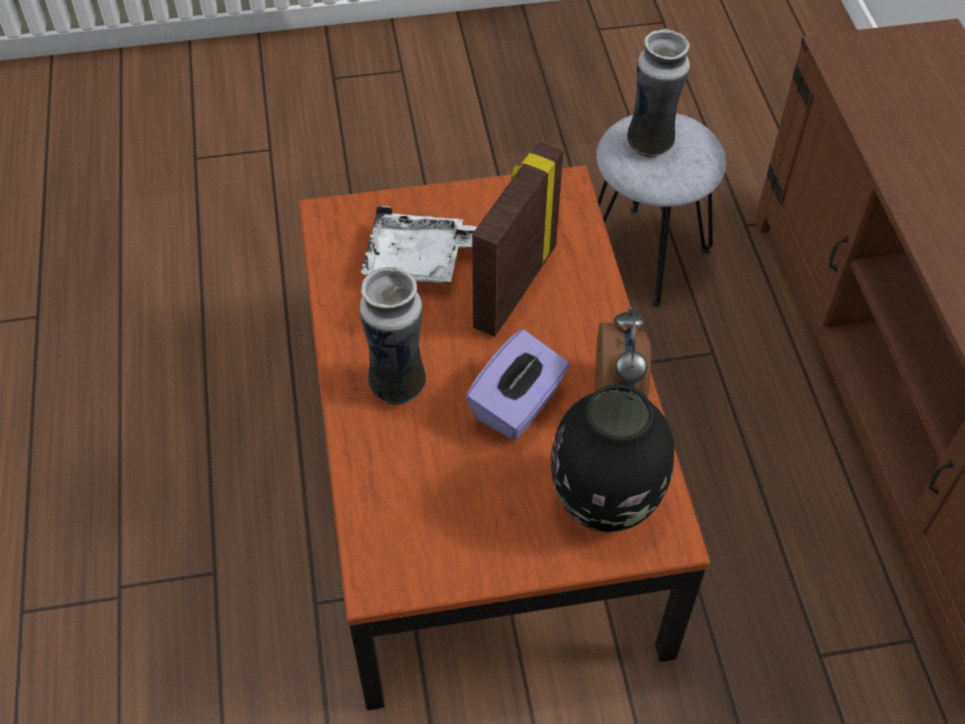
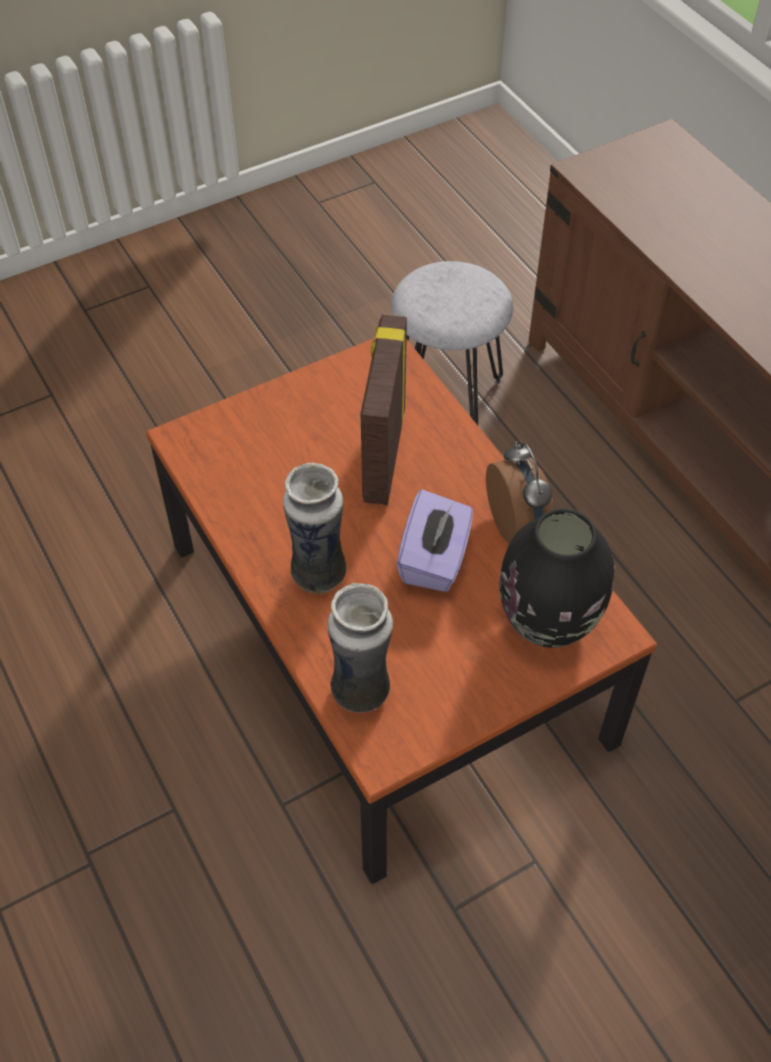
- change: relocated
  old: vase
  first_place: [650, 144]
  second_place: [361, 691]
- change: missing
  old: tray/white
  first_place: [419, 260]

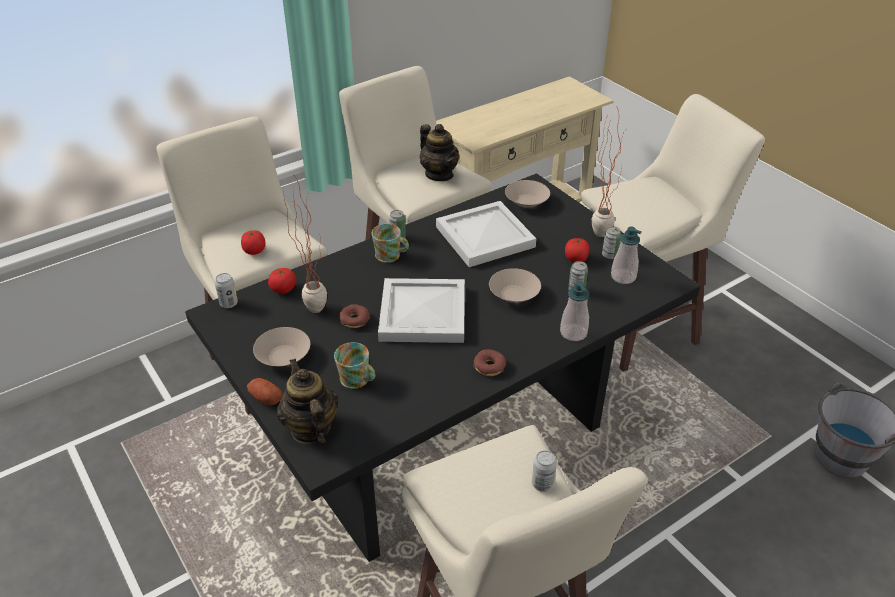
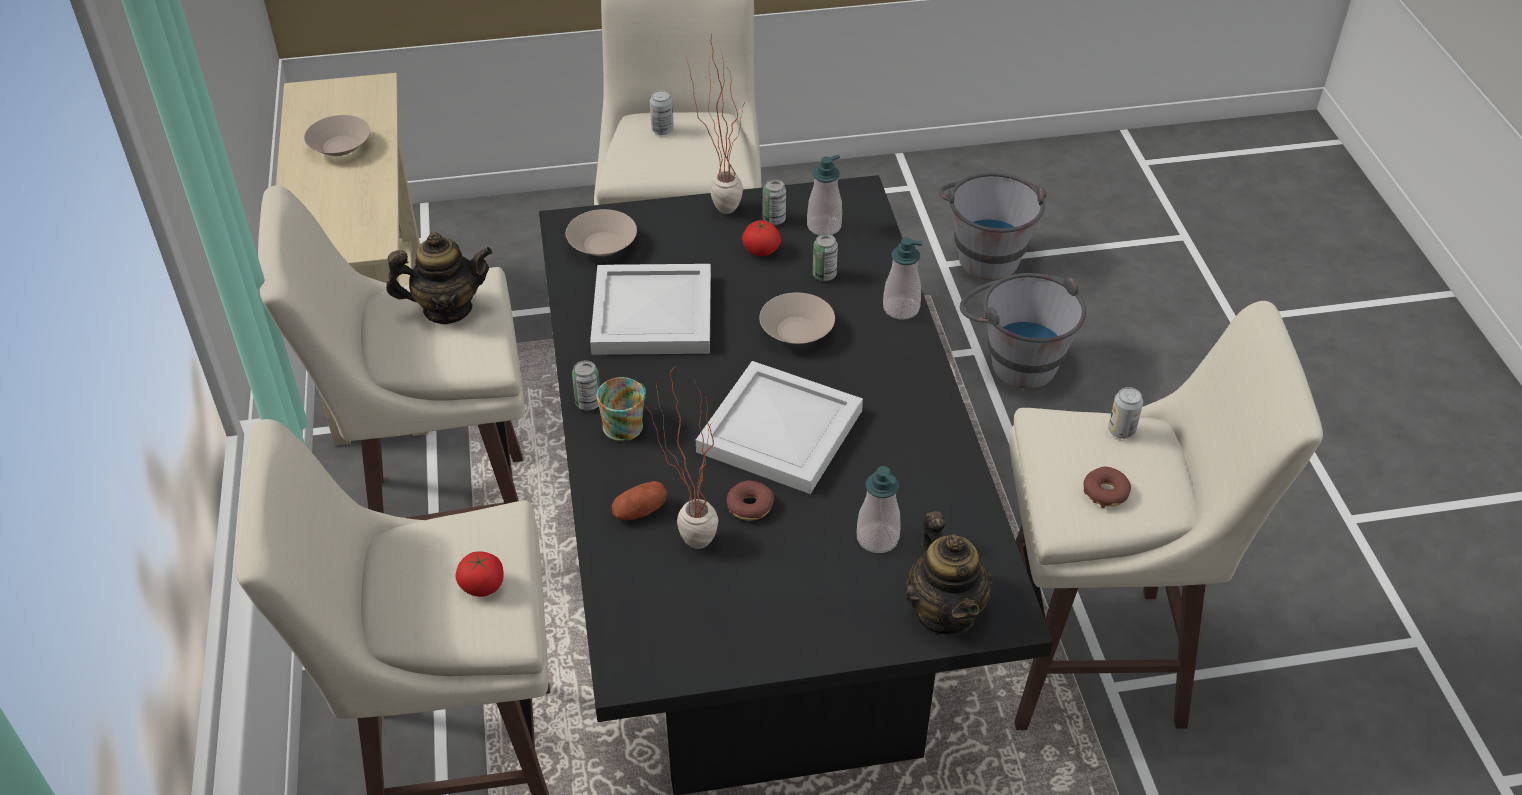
- change: relocated
  old: bowl/beige
  first_place: [283, 357]
  second_place: [340, 148]
- change: relocated
  old: potato
  first_place: [265, 398]
  second_place: [639, 511]
- change: relocated
  old: can
  first_place: [229, 303]
  second_place: [662, 130]
- change: exchanged
  old: mug
  new: soap dispenser
  first_place: [357, 380]
  second_place: [877, 538]
- change: spun
  old: teapot
  first_place: [310, 429]
  second_place: [945, 612]
  degrees: -105
- change: appeared
  new: bucket/grey
  second_place: [1014, 358]
- change: relocated
  old: donut
  first_place: [489, 367]
  second_place: [1105, 492]
- change: missing
  old: tomato
  first_place: [283, 289]

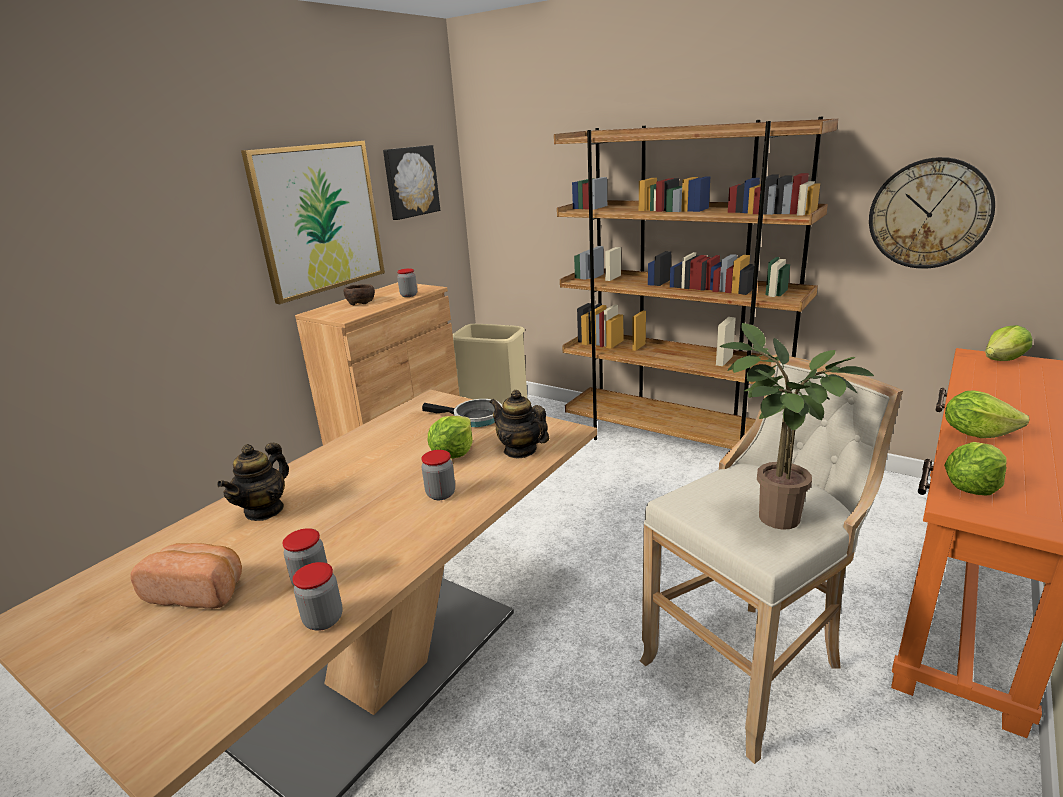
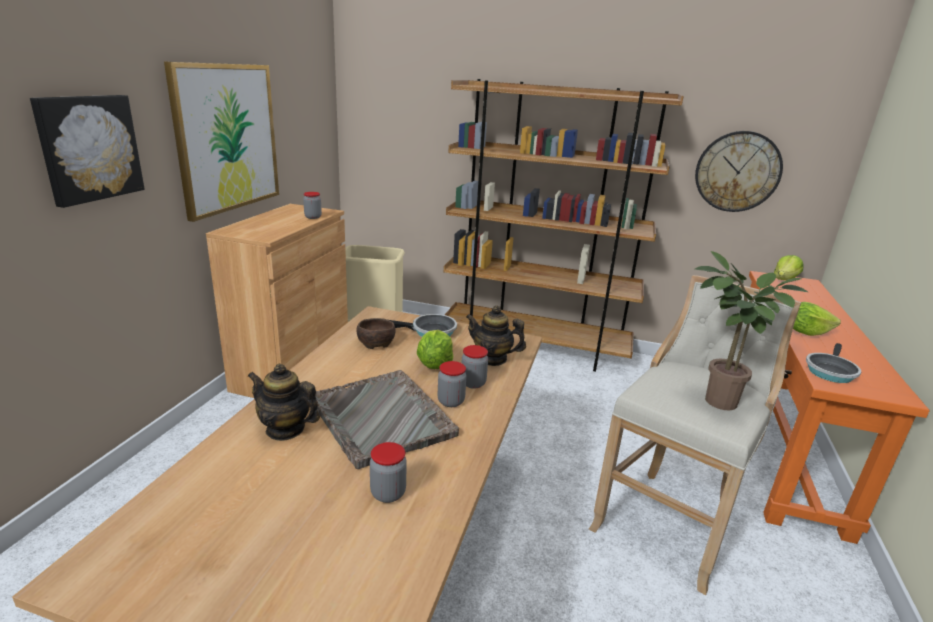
- change: relocated
  old: picture
  first_place: [410, 182]
  second_place: [89, 148]
- change: spun
  old: teapot
  first_place: [264, 510]
  second_place: [285, 429]
  degrees: 105
- change: appeared
  new: tray/grey
  second_place: [381, 418]
- change: relocated
  old: bowl/brown
  first_place: [360, 302]
  second_place: [375, 342]
- change: relocated
  old: jar
  first_place: [323, 619]
  second_place: [473, 383]
- change: exchanged
  old: lettuce
  new: frying pan
  first_place: [972, 488]
  second_place: [829, 371]
- change: missing
  old: bread
  first_place: [199, 591]

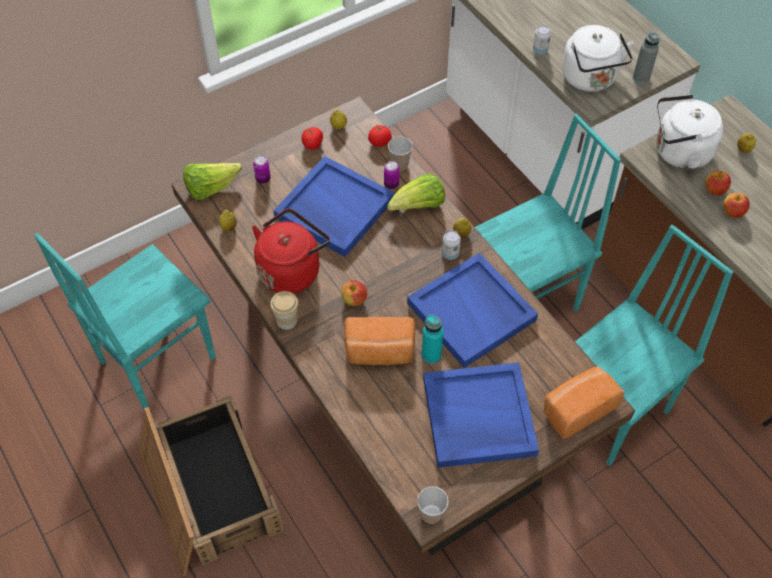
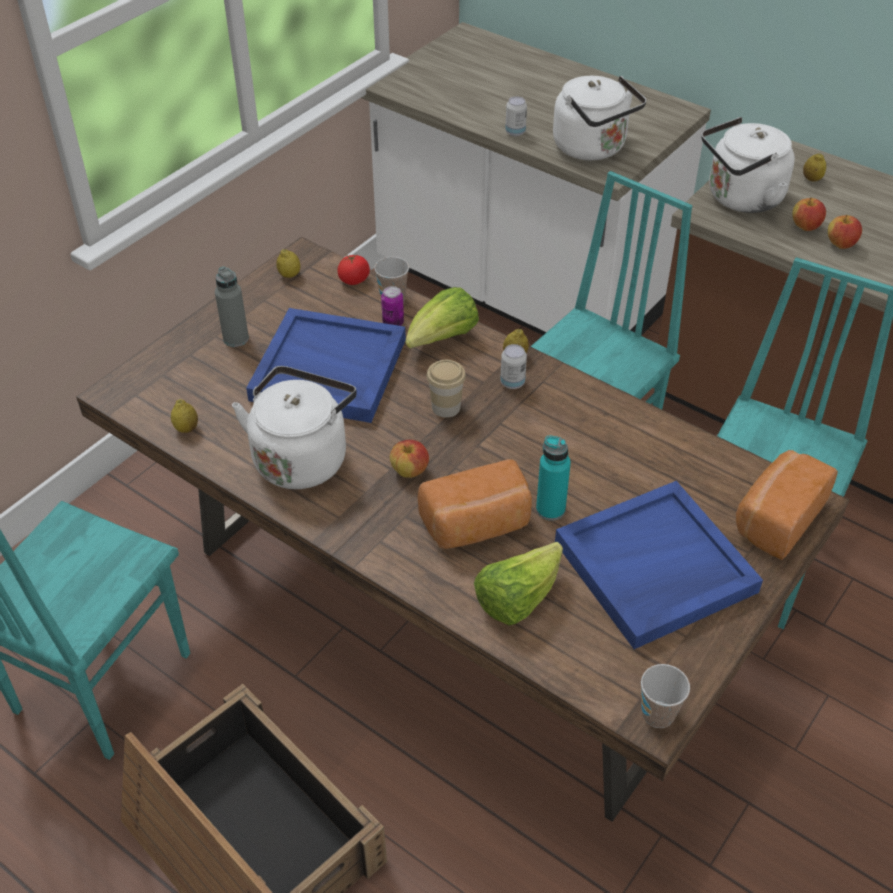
- change: relocated
  old: bottle/grey
  first_place: [641, 77]
  second_place: [236, 338]
- change: colour
  old: kettle/red
  new: kettle/white
  first_place: [291, 269]
  second_place: [302, 457]
- change: relocated
  old: cup
  first_place: [286, 321]
  second_place: [446, 407]
- change: relocated
  old: lettuce
  first_place: [211, 188]
  second_place: [517, 599]
- change: missing
  old: can
  first_place: [263, 179]
- change: missing
  old: tomato
  first_place: [313, 144]
- change: missing
  old: tray/blue
  first_place: [472, 312]

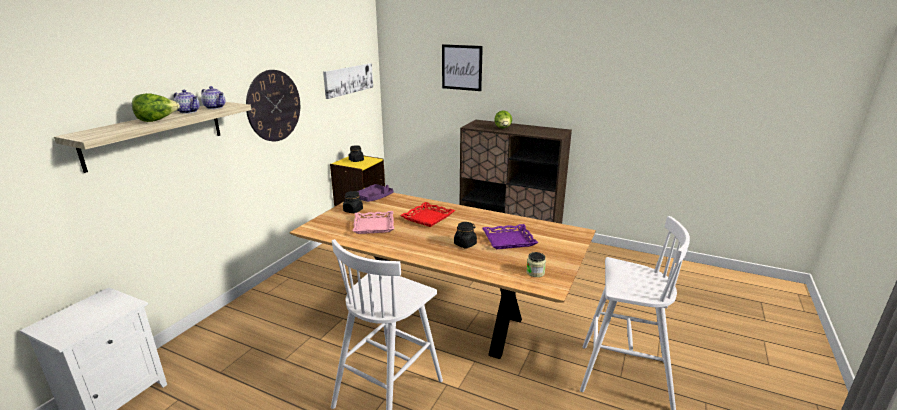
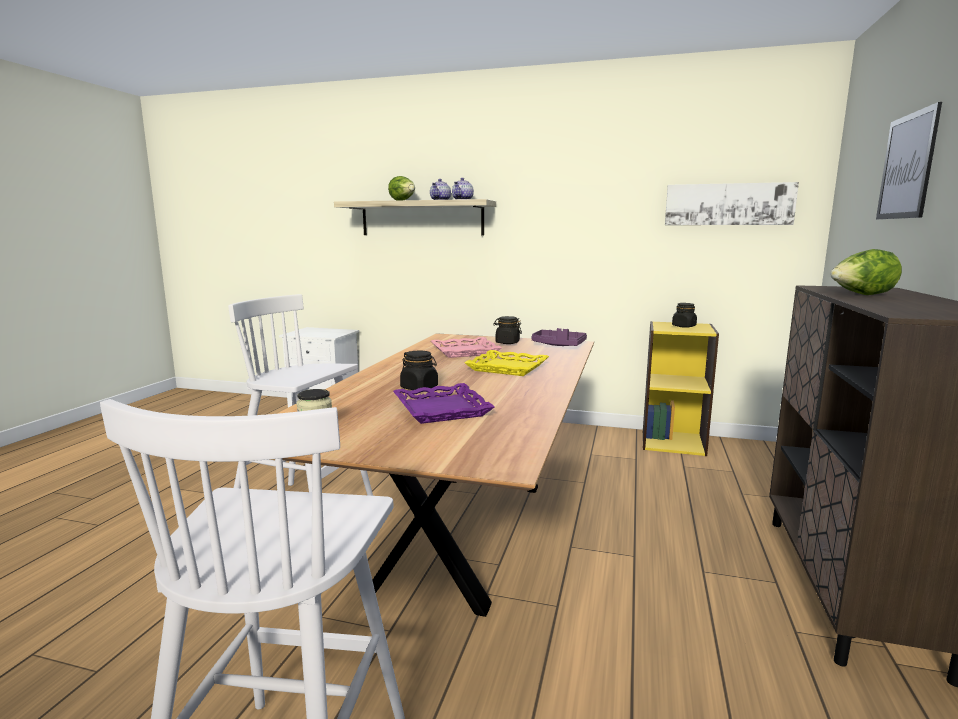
- change: colour
  old: tray/red
  new: tray/yellow
  first_place: [428, 218]
  second_place: [507, 368]
- change: missing
  old: wall clock
  first_place: [274, 106]

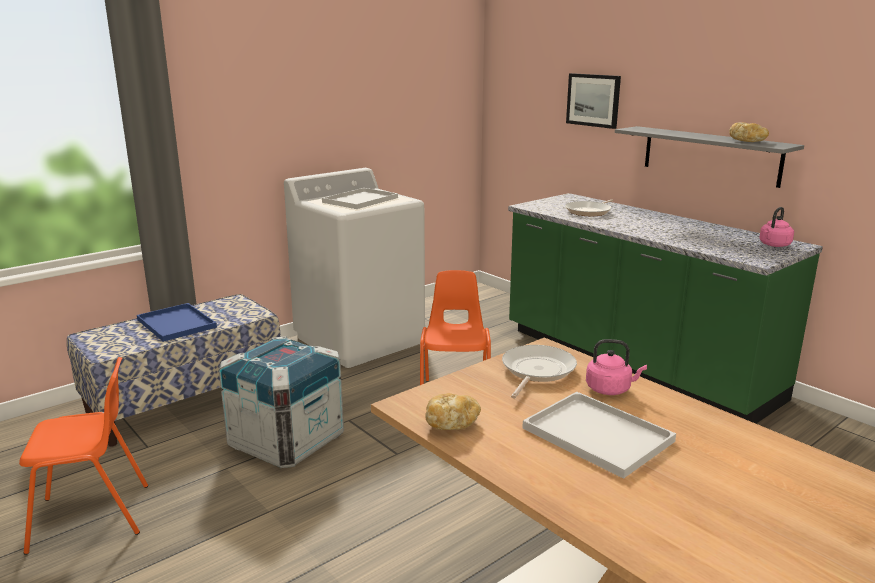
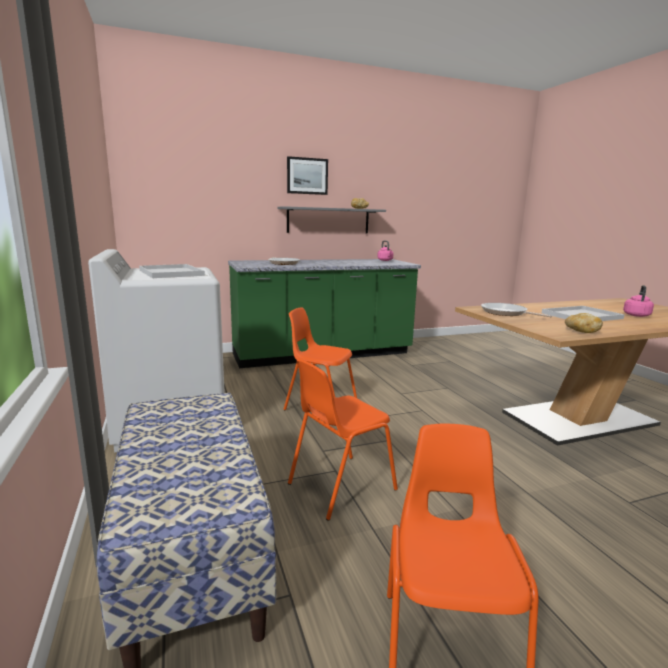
- change: relocated
  old: picture
  first_place: [593, 100]
  second_place: [307, 176]
- change: exchanged
  old: crate
  new: chair/orange
  first_place: [287, 441]
  second_place: [340, 486]
- change: relocated
  old: kettle/pink
  first_place: [610, 389]
  second_place: [636, 315]
- change: missing
  old: tray/blue
  first_place: [178, 324]

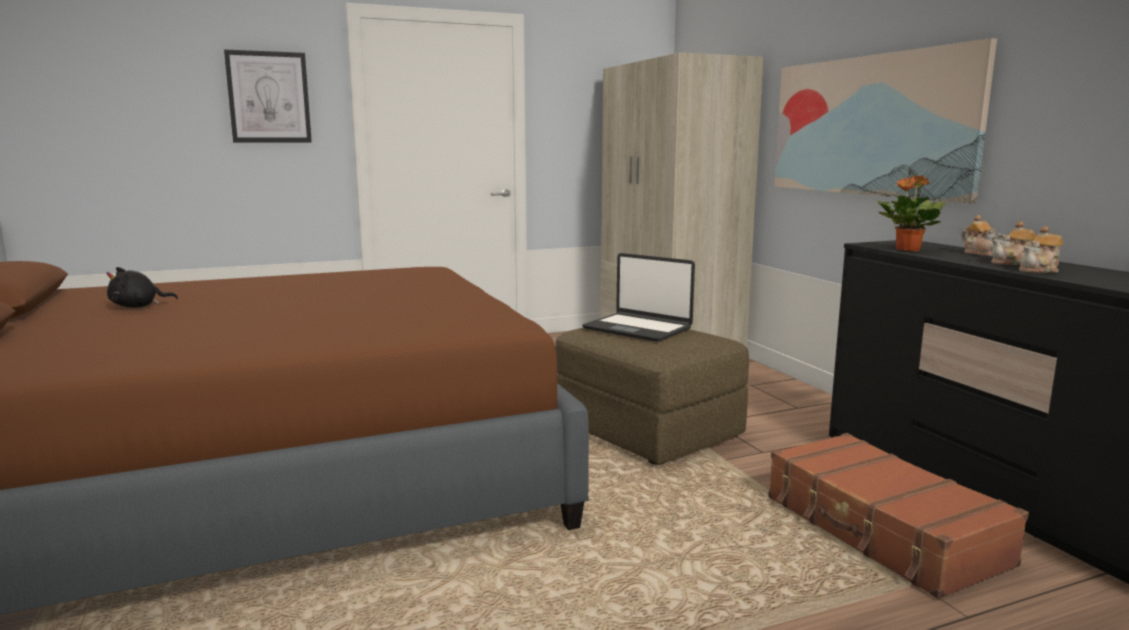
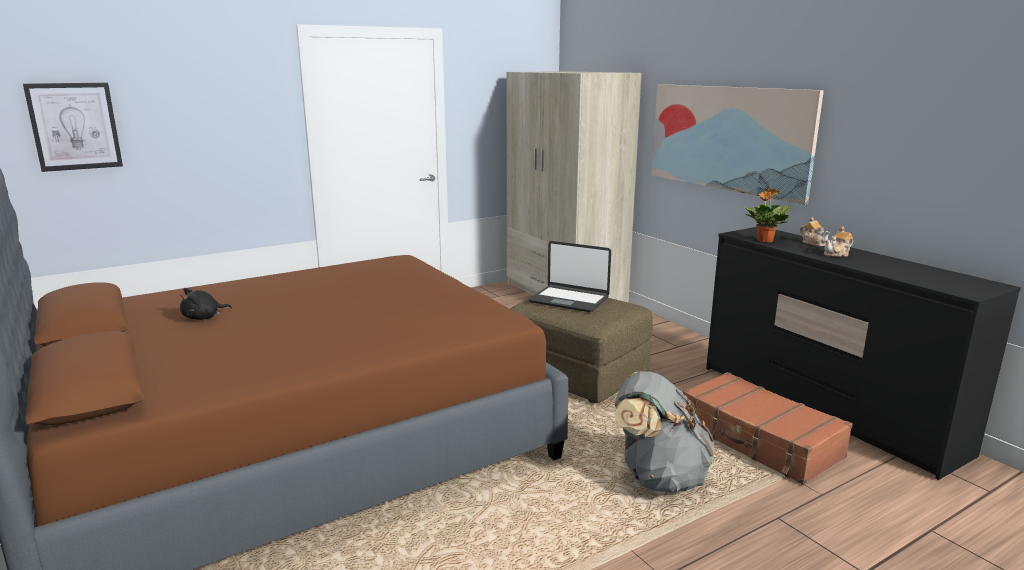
- change: relocated
  old: picture
  first_place: [269, 97]
  second_place: [75, 126]
- change: appeared
  new: backpack/grey
  second_place: [658, 477]
- change: missing
  old: teapot
  first_place: [1039, 270]

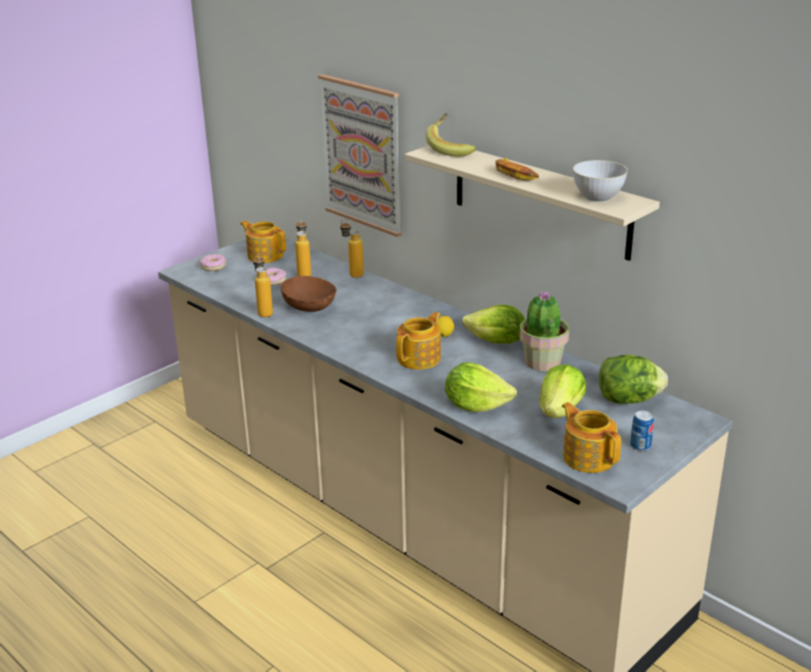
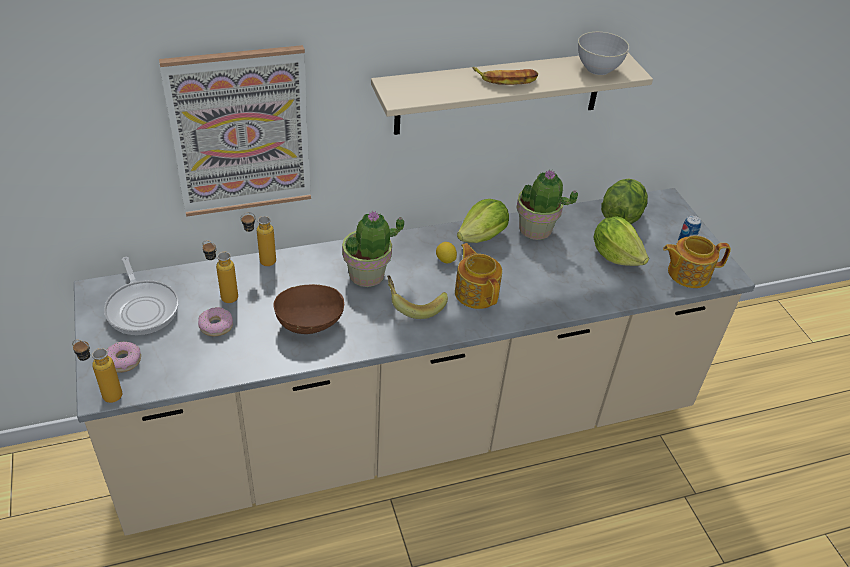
- change: relocated
  old: bottle
  first_place: [264, 311]
  second_place: [105, 394]
- change: exchanged
  old: teapot
  new: frying pan
  first_place: [265, 255]
  second_place: [142, 308]
- change: appeared
  new: potted plant
  second_place: [367, 275]
- change: relocated
  old: banana
  first_place: [452, 149]
  second_place: [414, 304]
- change: missing
  old: lettuce
  first_place: [476, 405]

